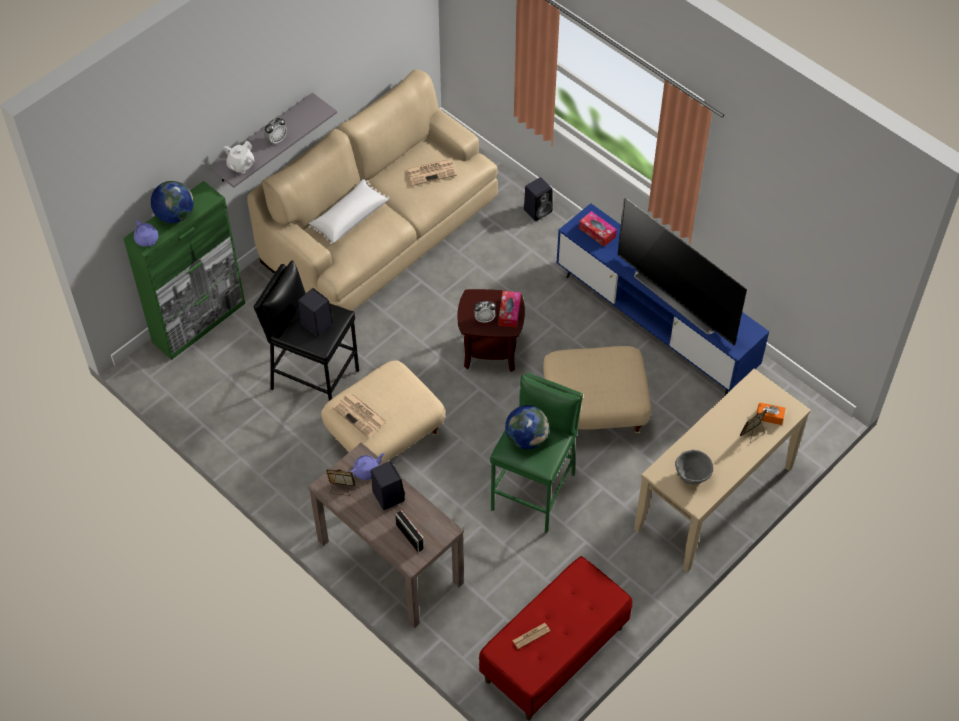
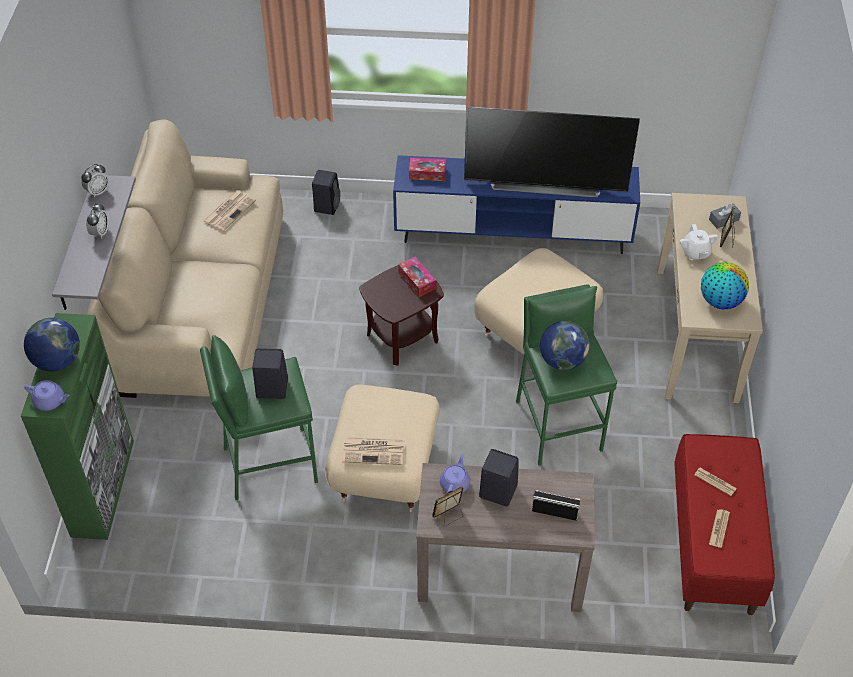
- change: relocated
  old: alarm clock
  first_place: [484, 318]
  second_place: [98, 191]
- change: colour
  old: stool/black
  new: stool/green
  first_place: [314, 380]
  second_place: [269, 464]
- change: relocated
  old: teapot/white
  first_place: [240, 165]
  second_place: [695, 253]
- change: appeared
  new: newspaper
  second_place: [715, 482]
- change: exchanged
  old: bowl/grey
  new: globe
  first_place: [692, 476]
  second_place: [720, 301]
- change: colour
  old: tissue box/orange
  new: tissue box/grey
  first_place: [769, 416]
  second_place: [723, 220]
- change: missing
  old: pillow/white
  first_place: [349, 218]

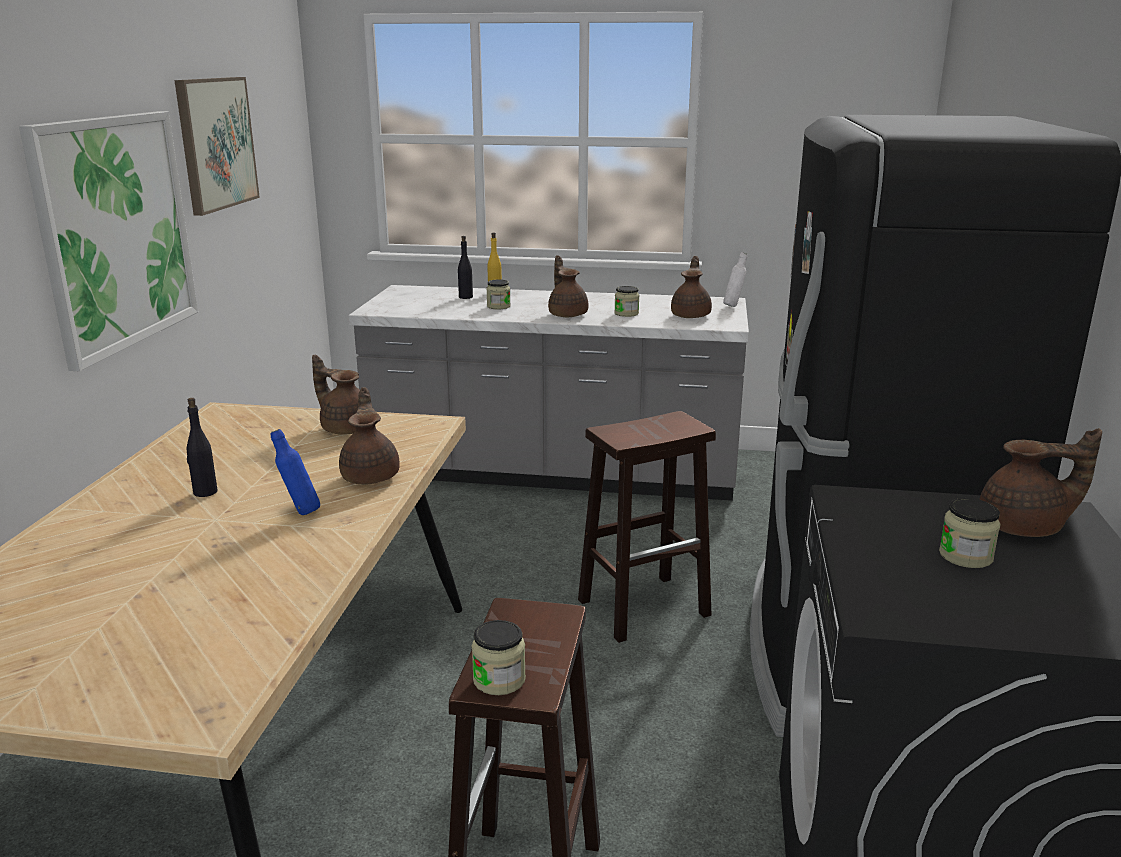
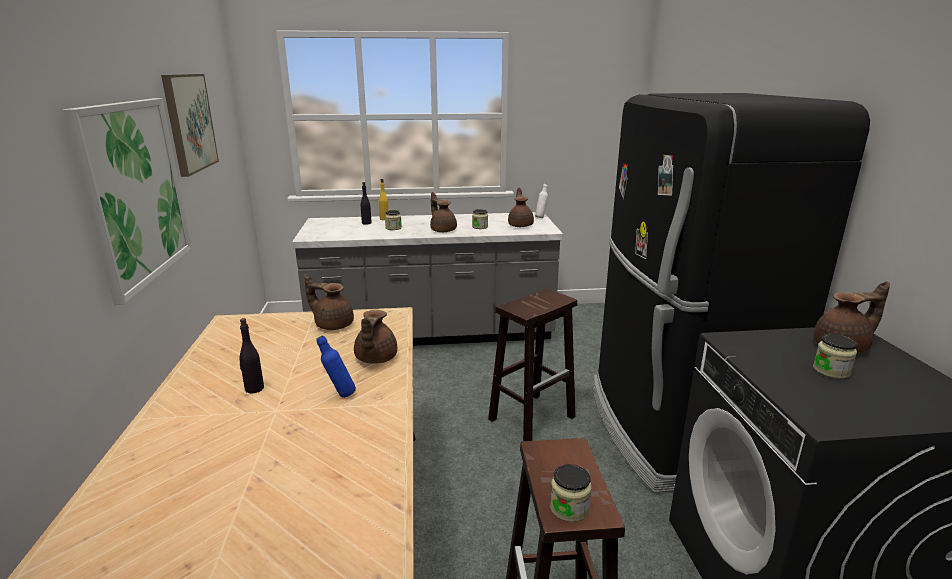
- change: spun
  old: teapot/brown
  first_place: [371, 475]
  second_place: [375, 359]
  degrees: -150

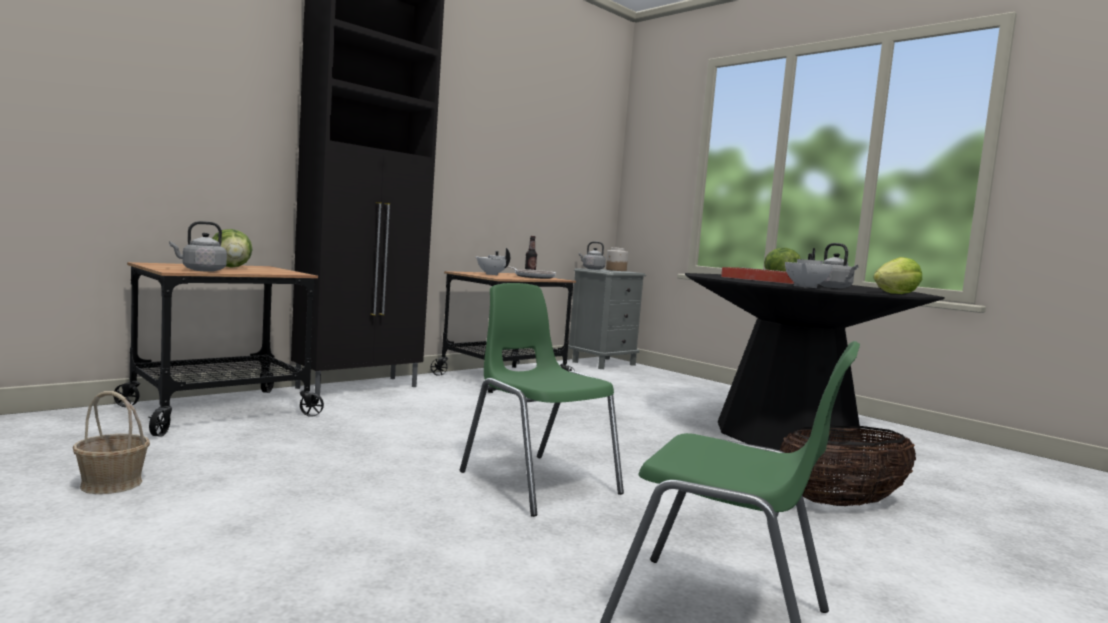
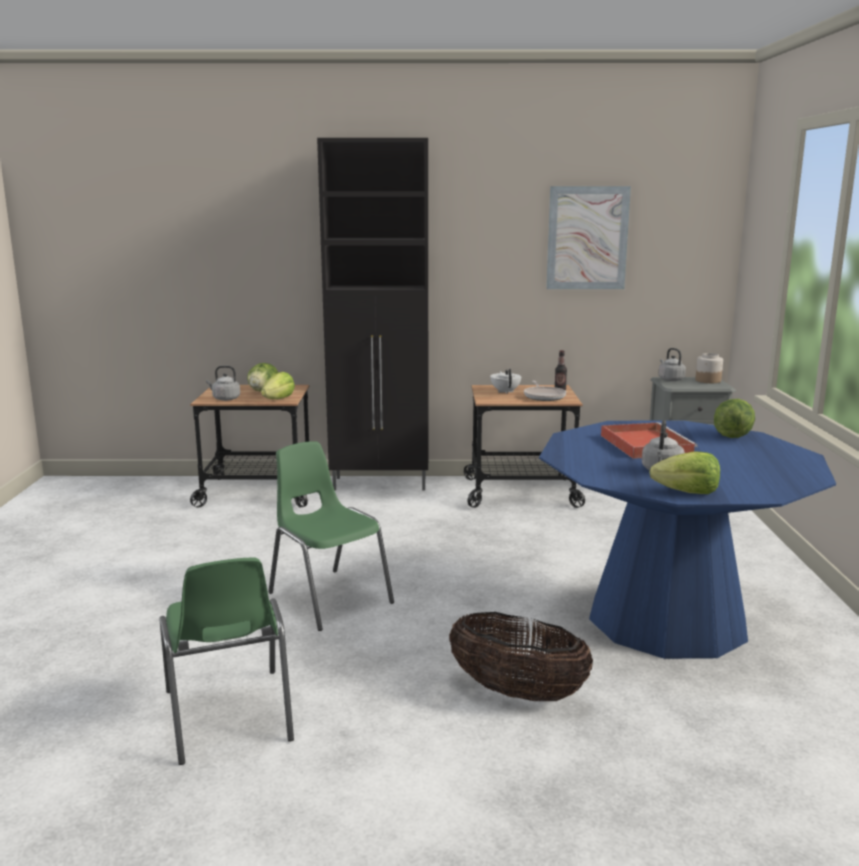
- change: appeared
  new: lettuce
  second_place: [278, 399]
- change: spun
  old: chair/green
  first_place: [537, 482]
  second_place: [328, 597]
  degrees: -45
- change: colour
  old: dining table/black
  new: dining table/blue
  first_place: [786, 434]
  second_place: [667, 618]
- change: appeared
  new: picture
  second_place: [587, 238]
- change: missing
  old: basket
  first_place: [111, 484]
- change: missing
  old: teapot/white
  first_place: [805, 287]

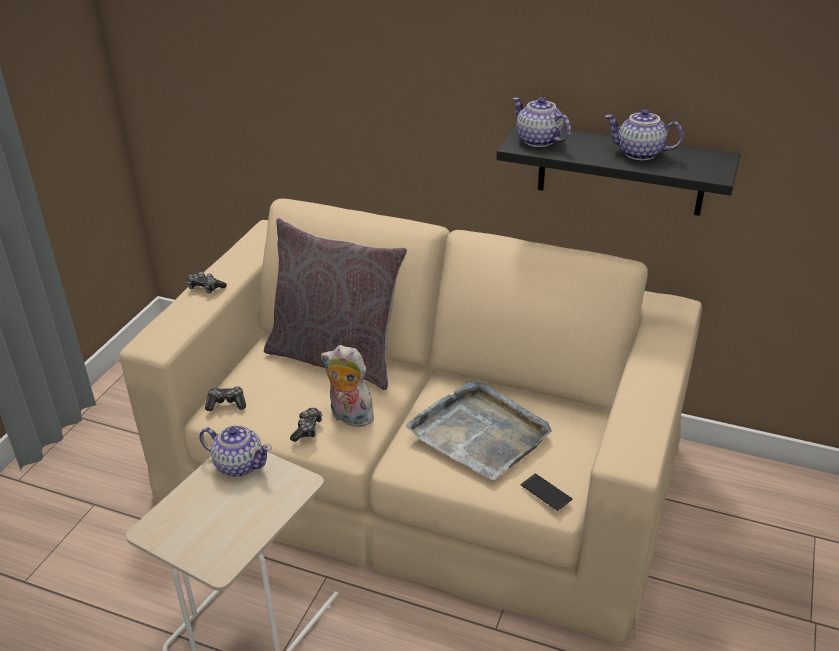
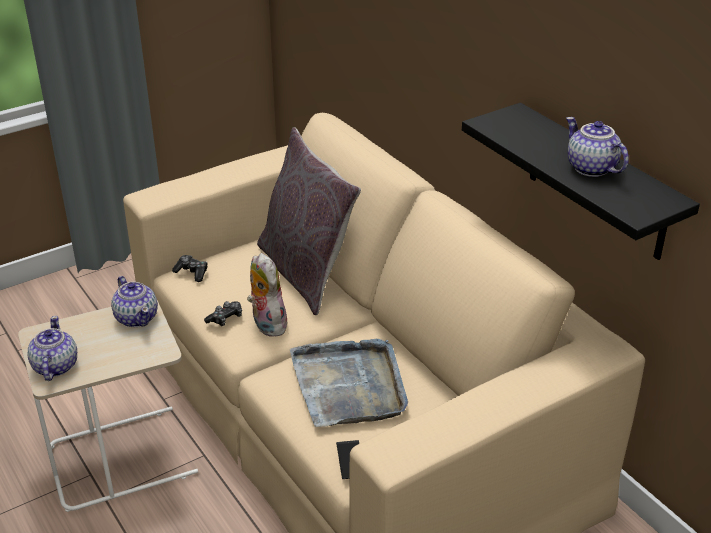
- change: relocated
  old: teapot
  first_place: [538, 141]
  second_place: [55, 367]
- change: missing
  old: game controller
  first_place: [205, 288]

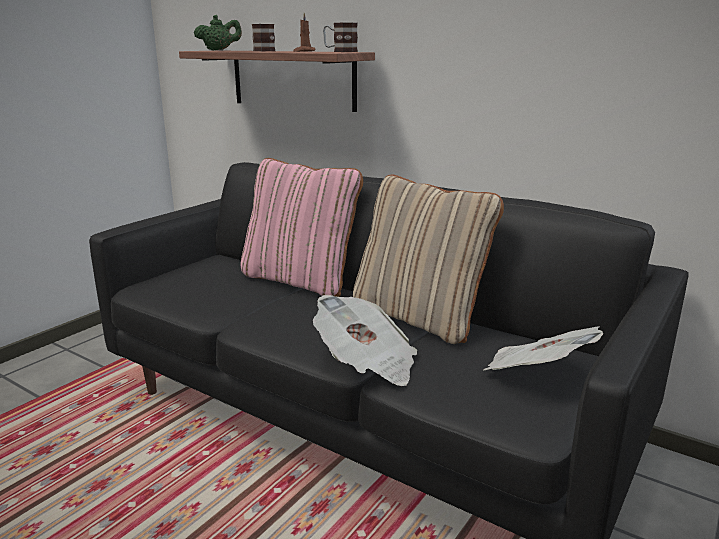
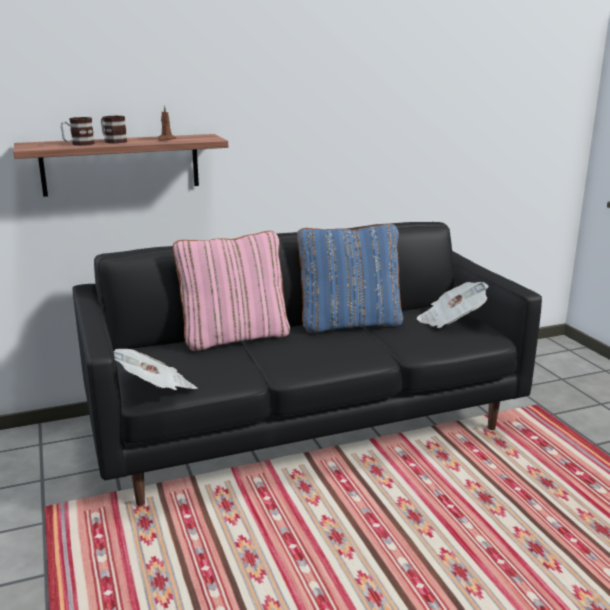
- change: relocated
  old: mug
  first_place: [340, 51]
  second_place: [78, 144]
- change: relocated
  old: newspaper
  first_place: [367, 364]
  second_place: [155, 390]
- change: colour
  old: pillow/beige
  new: pillow/blue
  first_place: [419, 317]
  second_place: [349, 323]
- change: missing
  old: teapot/green
  first_place: [219, 50]

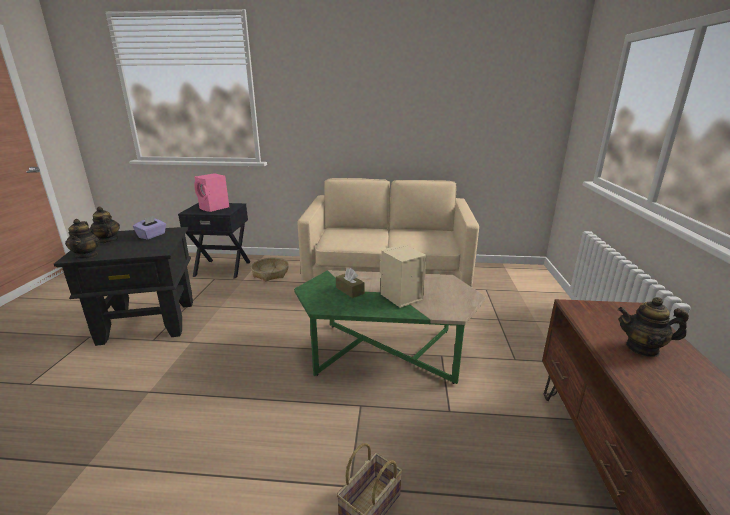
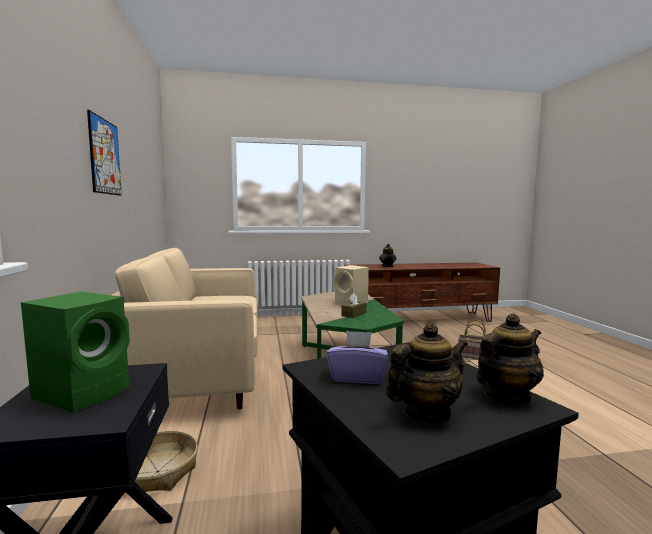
- change: colour
  old: speaker/pink
  new: speaker/green
  first_place: [214, 208]
  second_place: [85, 392]
- change: appeared
  new: picture
  second_place: [105, 157]
- change: spun
  old: teapot
  first_place: [108, 240]
  second_place: [426, 413]
  degrees: -150

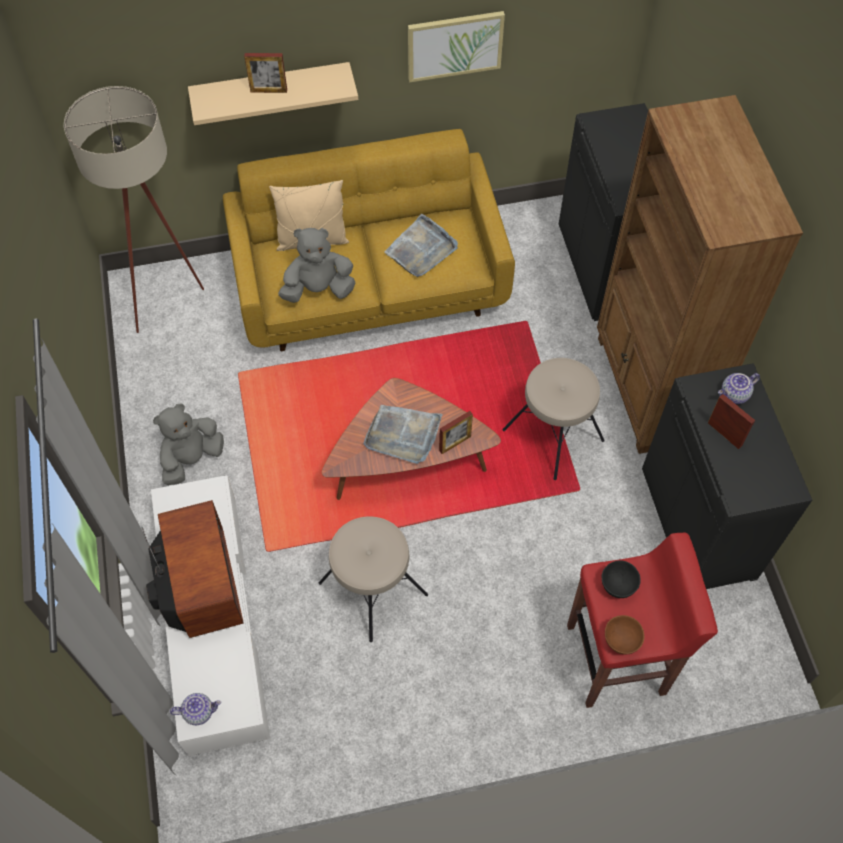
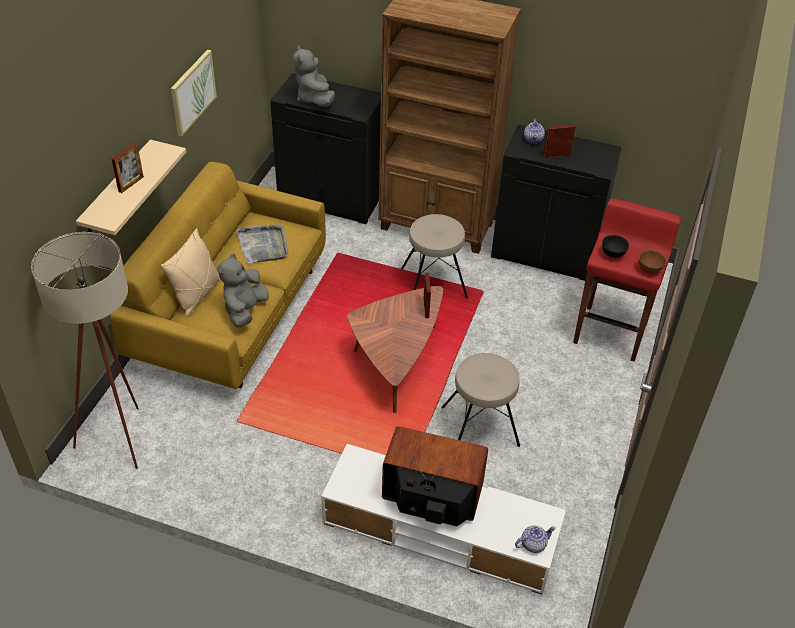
- change: relocated
  old: plush toy/grey
  first_place: [191, 458]
  second_place: [314, 98]
- change: spun
  old: teapot
  first_place: [199, 711]
  second_place: [533, 544]
  degrees: 45
- change: missing
  old: tray/grey
  first_place: [403, 435]

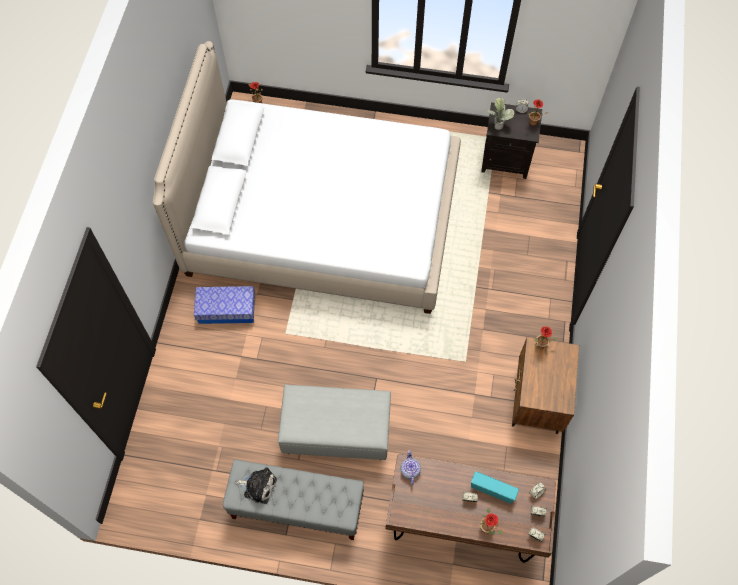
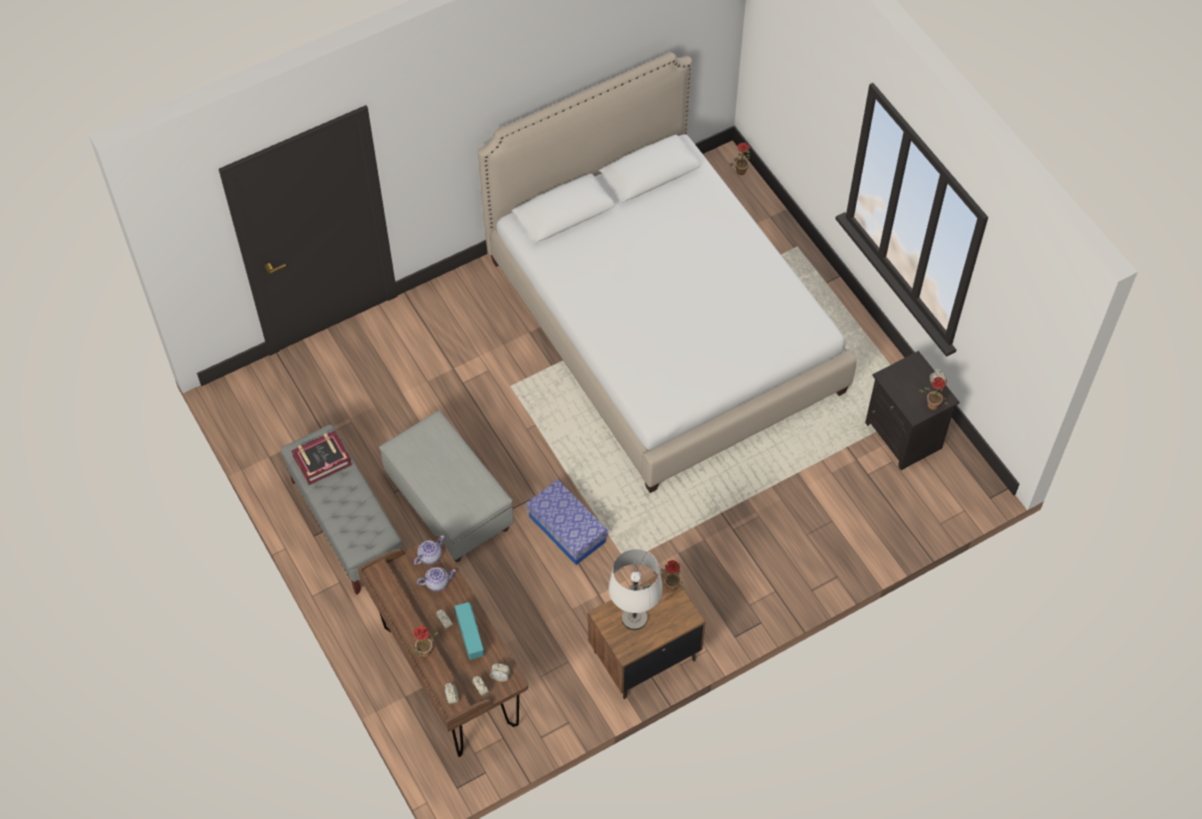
- change: exchanged
  old: plush toy
  new: book
  first_place: [258, 486]
  second_place: [322, 460]
- change: appeared
  new: teapot
  second_place: [437, 582]
- change: relocated
  old: storage box
  first_place: [227, 309]
  second_place: [567, 529]
- change: appeared
  new: table lamp/white
  second_place: [634, 618]
- change: missing
  old: potted plant
  first_place: [498, 123]

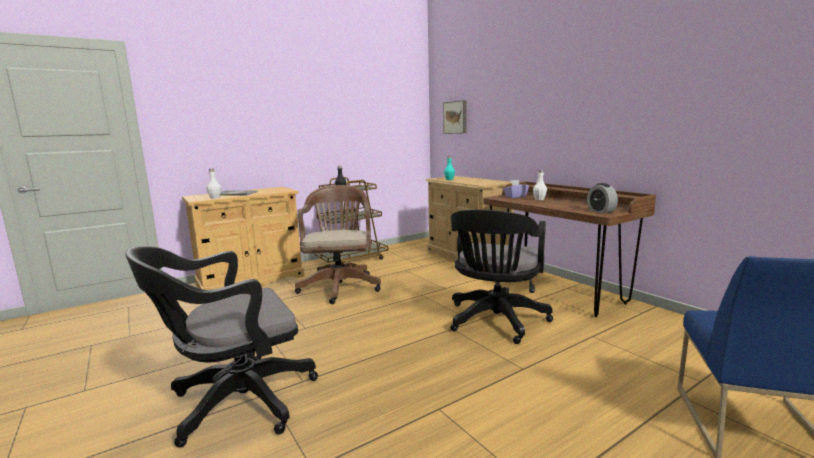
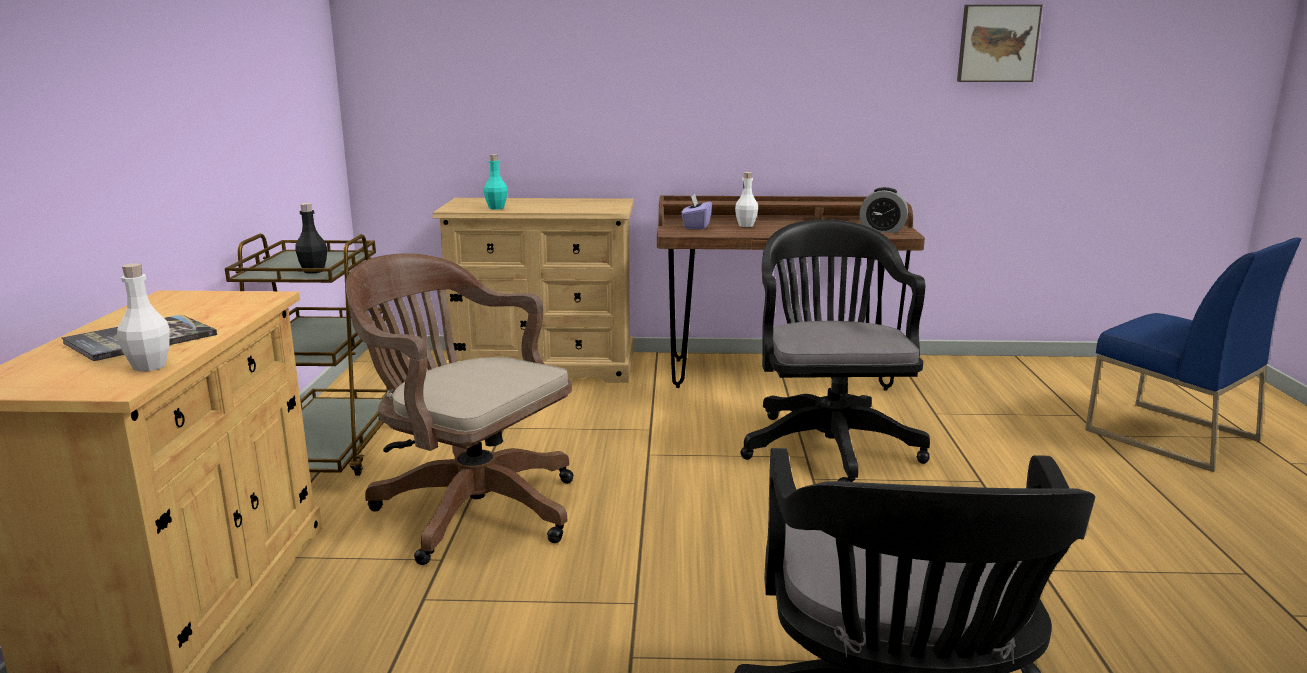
- change: spun
  old: office chair/black
  first_place: [495, 322]
  second_place: [828, 444]
  degrees: -150
- change: relocated
  old: picture
  first_place: [456, 117]
  second_place: [997, 43]

